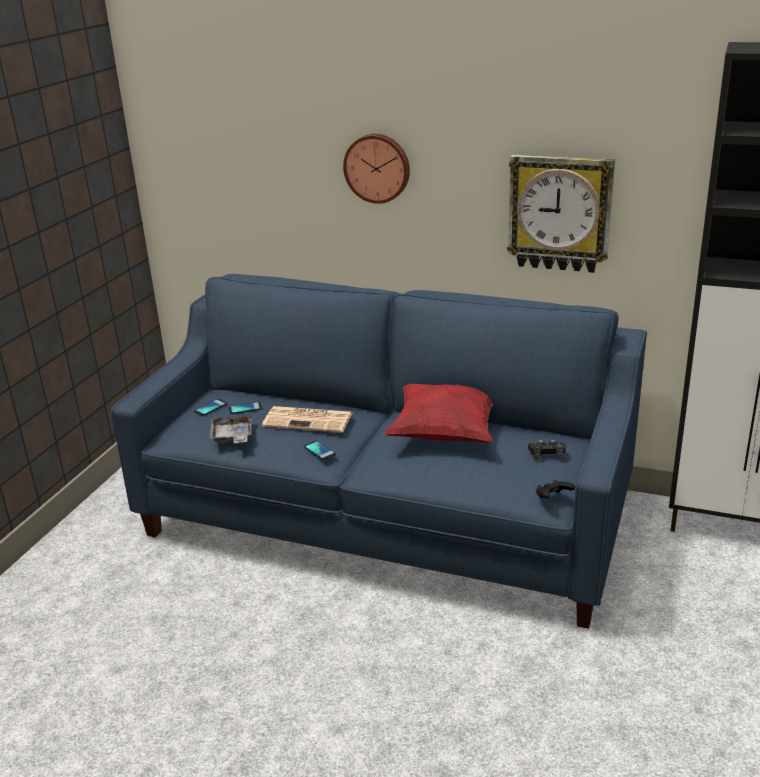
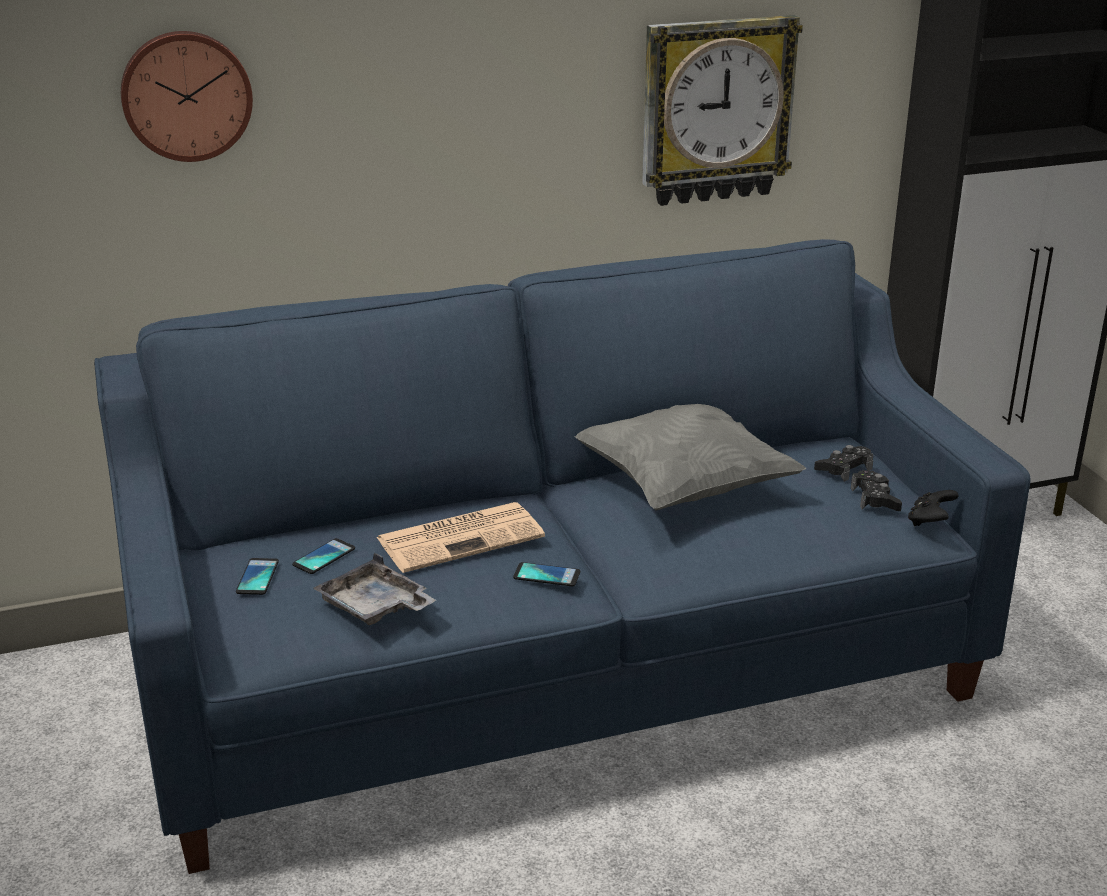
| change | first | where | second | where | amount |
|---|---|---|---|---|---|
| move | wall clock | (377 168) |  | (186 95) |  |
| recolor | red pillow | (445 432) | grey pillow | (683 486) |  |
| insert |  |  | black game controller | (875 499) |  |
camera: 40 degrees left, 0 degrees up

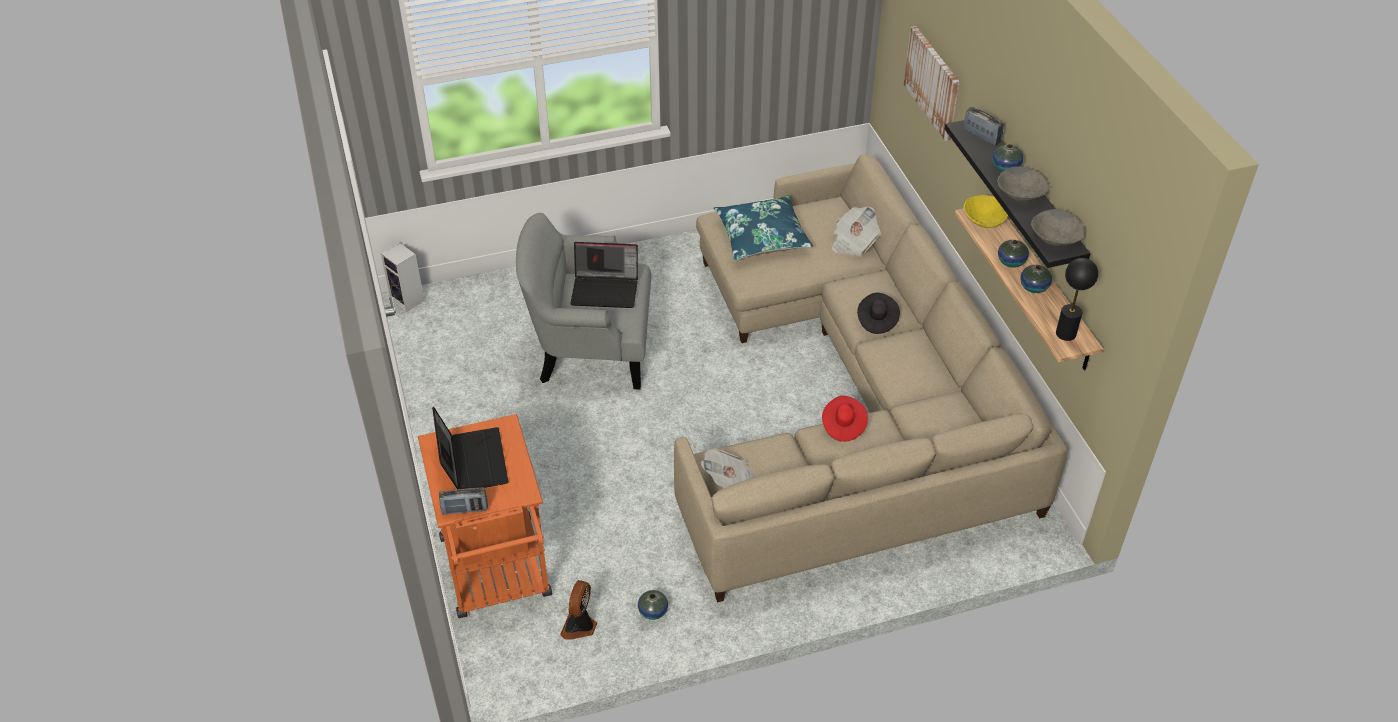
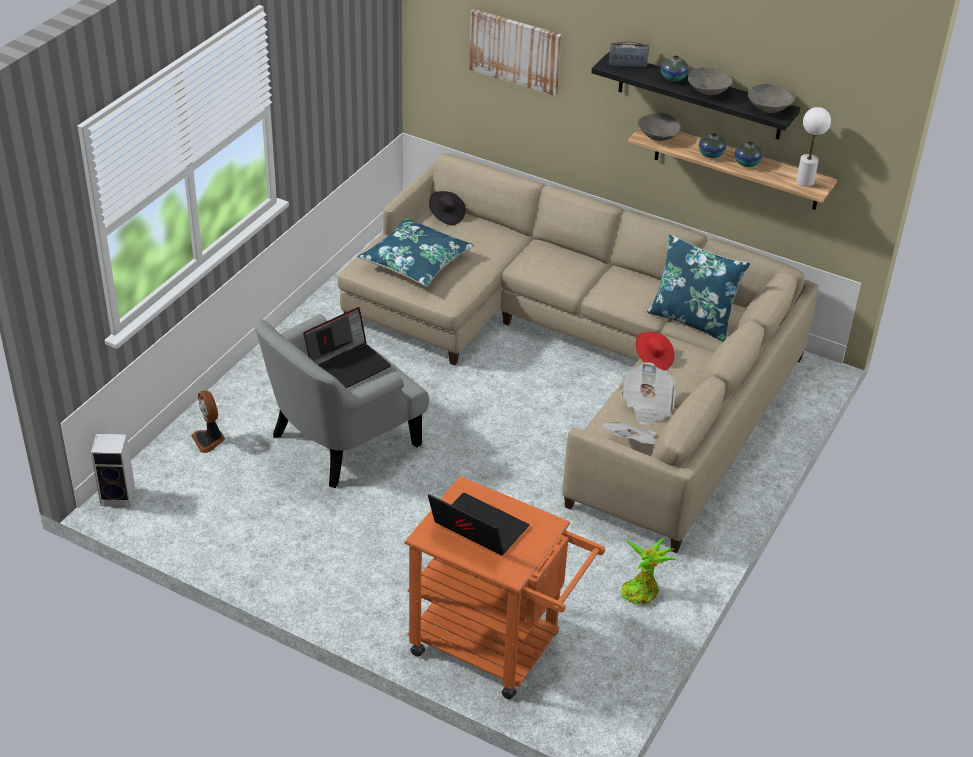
| change | first | where | second | where | amount |
|---|---|---|---|---|---|
| recolor | yellow bowl | (984 221) | grey bowl | (657 137) |  |
| move | newspaper | (854 242) |  | (647 406) |  |
| recolor | black table lamp | (1066 333) | white table lamp | (805 181) |  |
| move | black hat | (876 320) |  | (446 215) |  |
| delete | radio | (465 509) |  |  |  |
| move | fan | (580 626) |  | (209 440) |  |
| replace | vase | (653 611) | potted plant | (642 590) |  |
| insert |  |  | blue pillow | (692 320) |  |
camera: 45 degrees left, 5 degrees down

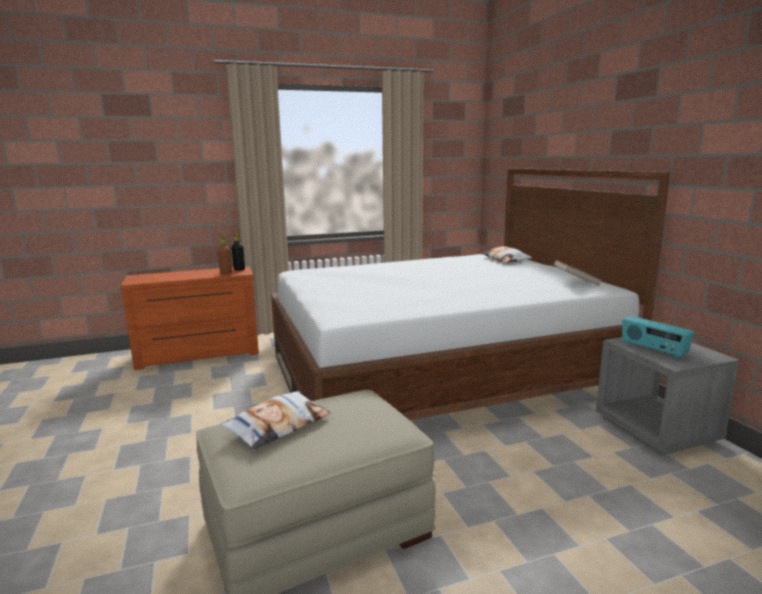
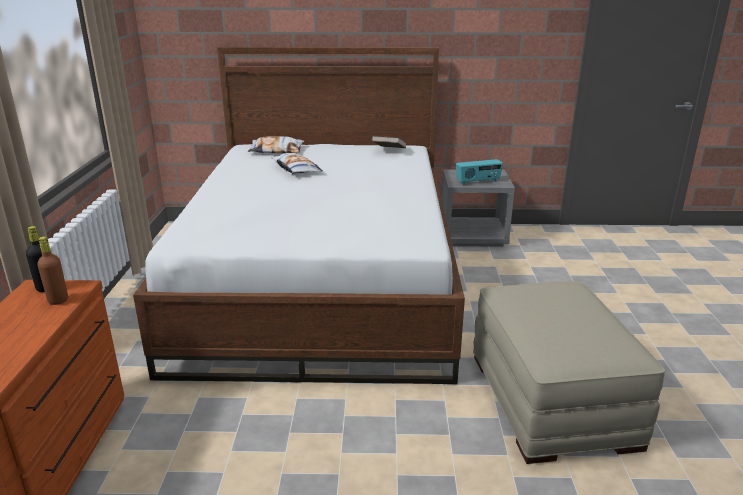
| change | first | where | second | where | amount |
|---|---|---|---|---|---|
| move | pillow | (278 426) |  | (296 169) |  |
camera: 70 degrees left, 10 degrees up

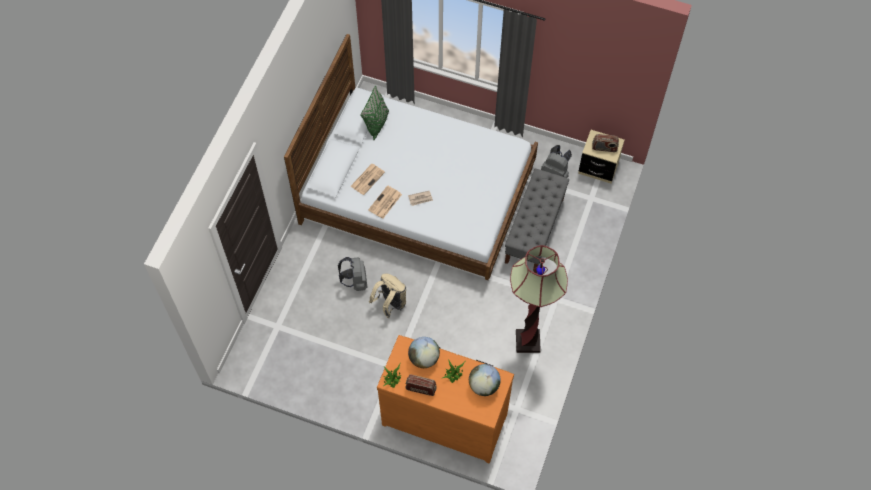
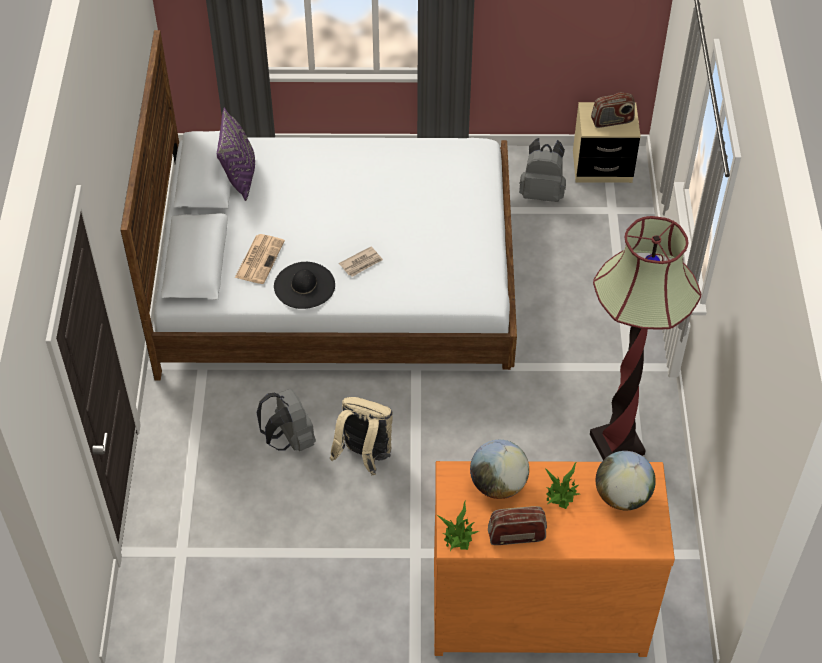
| change | first | where | second | where | amount |
|---|---|---|---|---|---|
| recolor | green pillow | (376 124) | purple pillow | (240 176) |  |
| delete | grey bench | (534 230) |  |  |  |
| replace | newspaper | (385 203) | black hat | (304 285) |  |
camera: 20 degrees left, 10 degrees down

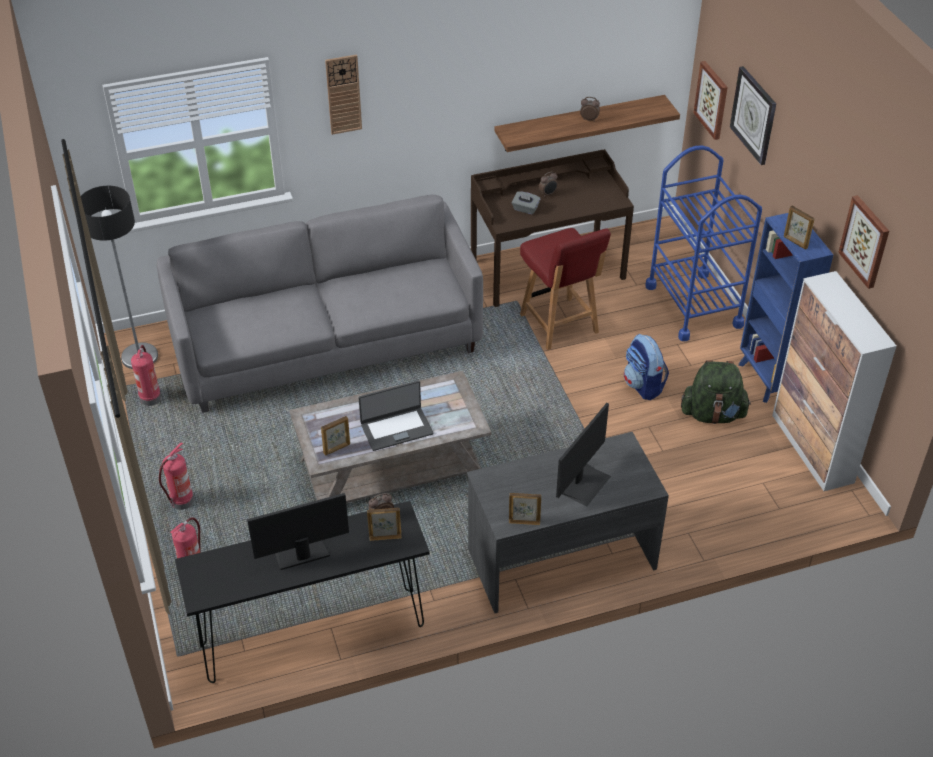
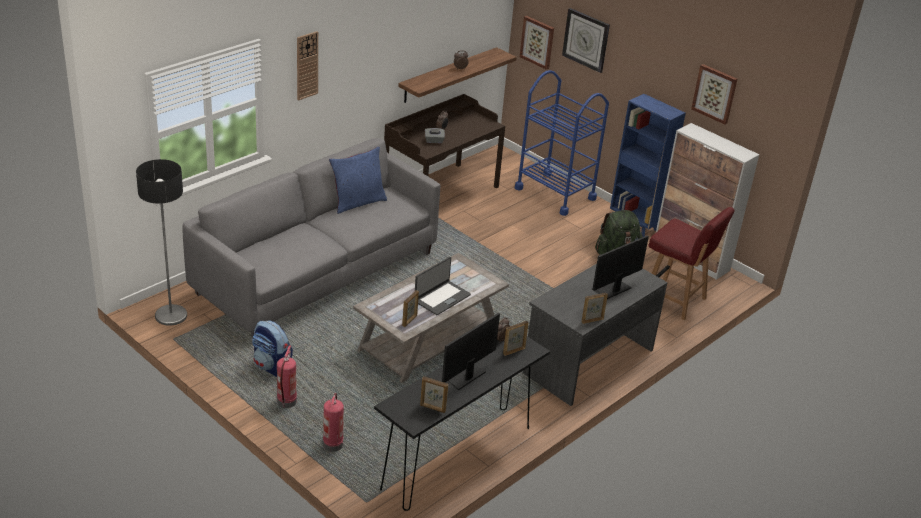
| change | first | where | second | where | amount |
|---|---|---|---|---|---|
| move | picture frame | (795 242) |  | (432 408) |  |
| move | red chair | (560 325) |  | (675 300) |  |
| move | backpack | (643 385) |  | (272 366) |  |
| delete | fire extinguisher | (150 398) |  |  |  |
| rotate | monitor | (585 484) |  | (611 289) | 135 degrees counterclockwise |
| insert |  |  | blue pillow | (357 202) |  |
camera: 30 degrees left, 10 degrees down

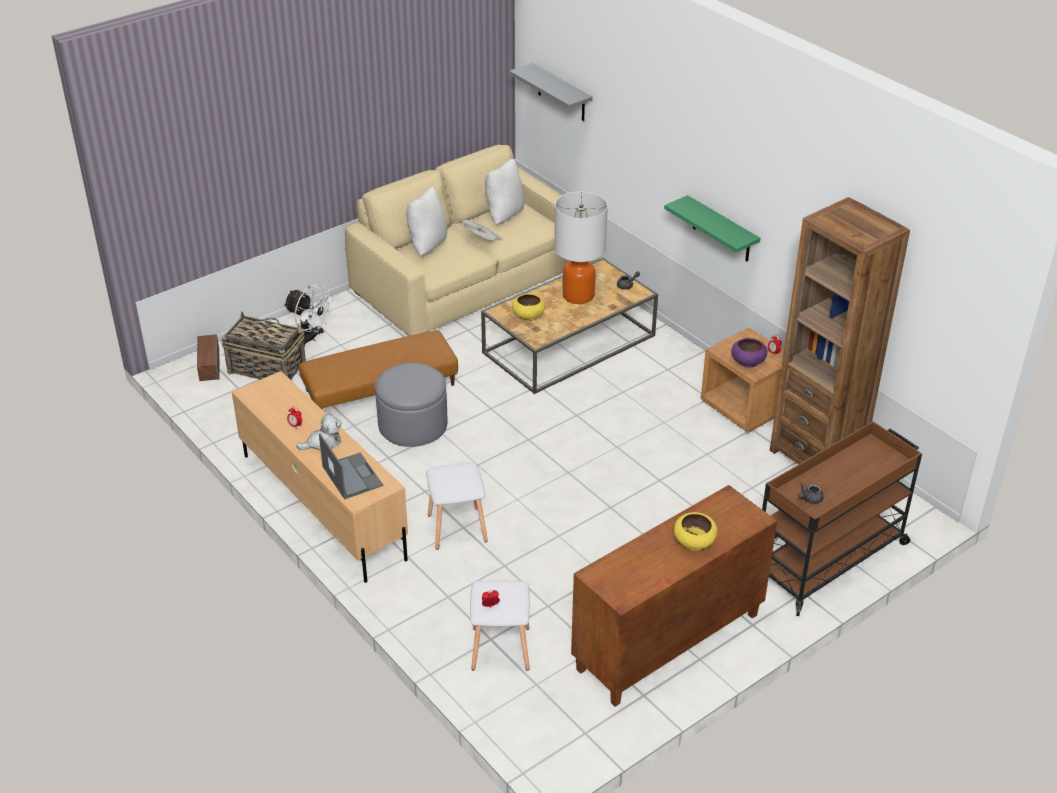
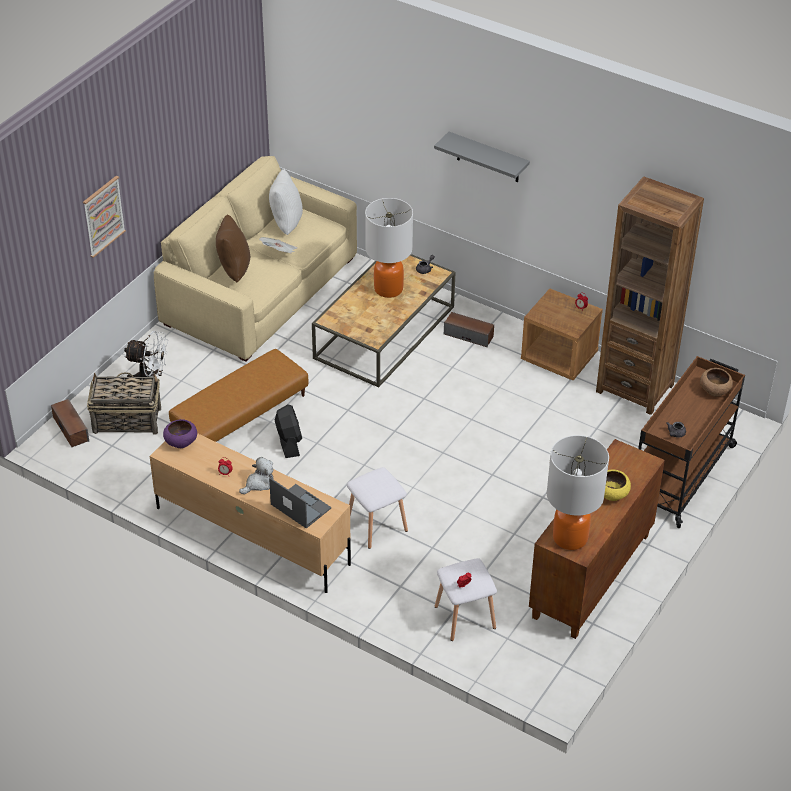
| change | first | where | second | where | amount |
|---|---|---|---|---|---|
| move | grey shelf | (561 93) |  | (488 158) |  |
| recolor | white pillow | (427 246) | brown pillow | (233 270) |  |
| delete | green shelf | (721 230) |  |  |  |
| delete | yellow bowl | (528 316) |  |  |  |
| move | purple bowl | (747 361) |  | (180 441) |  |
| replace | grey ottoman | (413 425) | black fan | (289 442) |  |
| insert |  |  | picture | (103 216) |  |
| insert |  |  | speaker | (468 335) |  |
| insert |  |  | brown bowl | (715 390) |  |
| insert |  |  | table lamp | (570 538) |  |
camera: 20 degrees left, 5 degrees up

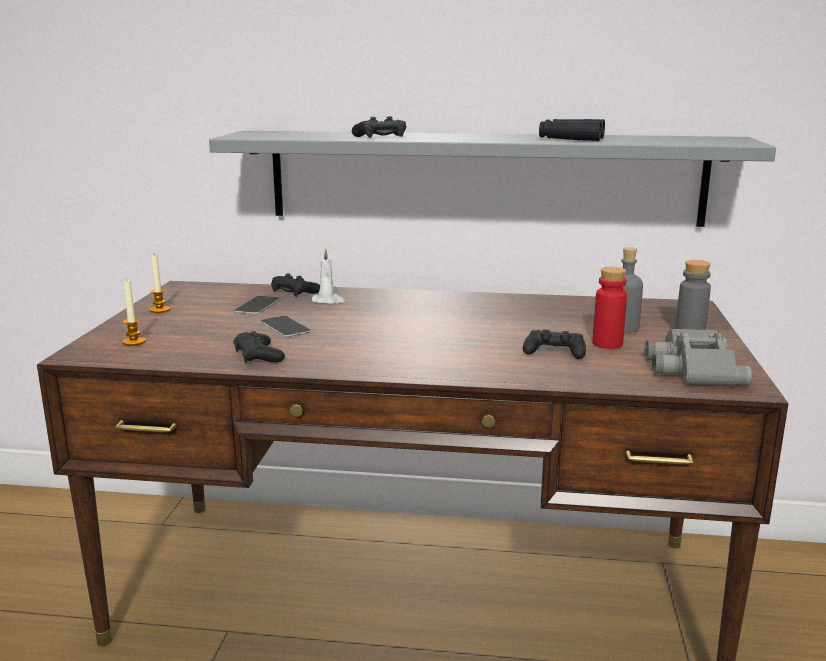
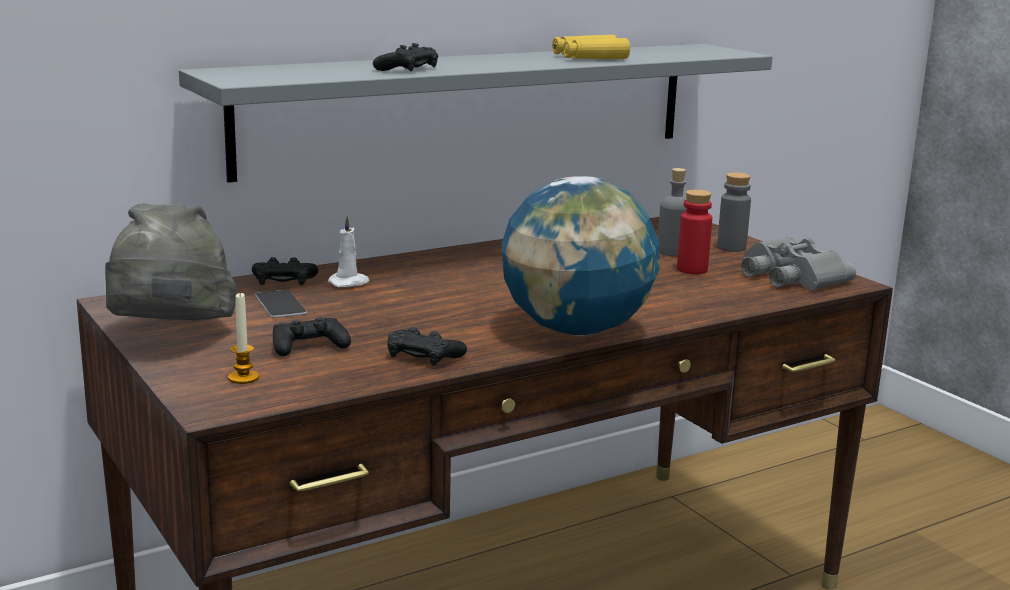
| change | first | where | second | where | amount |
|---|---|---|---|---|---|
| recolor | black binoculars | (571 138) | yellow binoculars | (589 57) |  |
| replace | candle | (159 310) | grey hat | (171 336) |  |
| delete | phone | (285 327) |  |  |  |
| move | black game controller | (554 352) |  | (309 346) |  |
| insert |  |  | globe | (576 330) |  |
camera: 40 degrees left, 0 degrees up

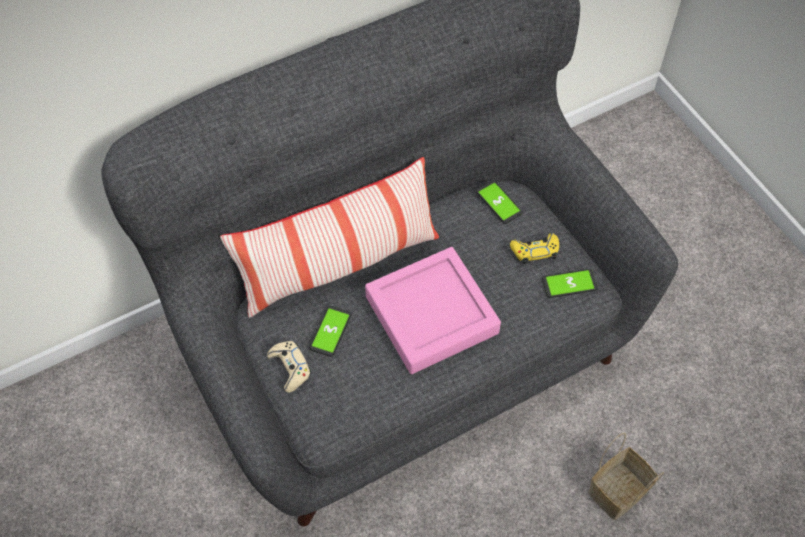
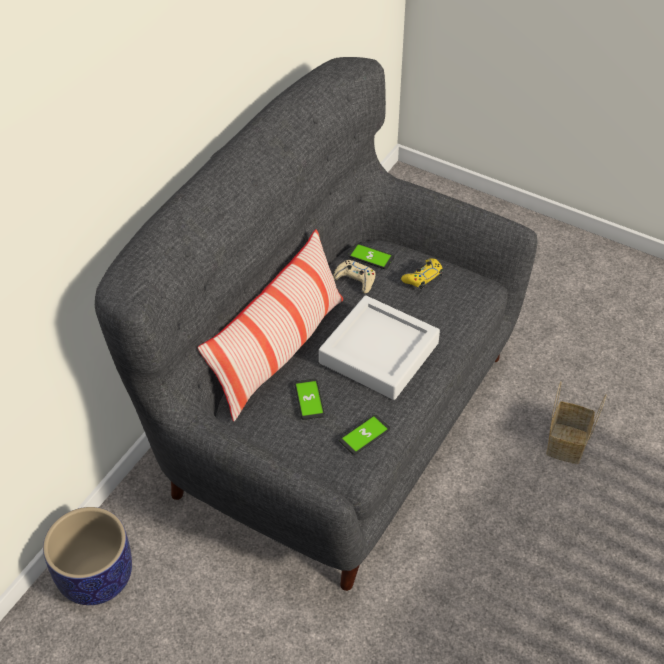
| change | first | where | second | where | amount |
|---|---|---|---|---|---|
| recolor | pink tray | (431 315) | white tray | (379 353) |  |
| move | phone | (569 284) |  | (364 435) |  |
| move | beige game controller | (290 368) |  | (355 280) |  |
| insert |  |  | planter | (96 577) |  |
camera: 30 degrees left, 10 degrees down

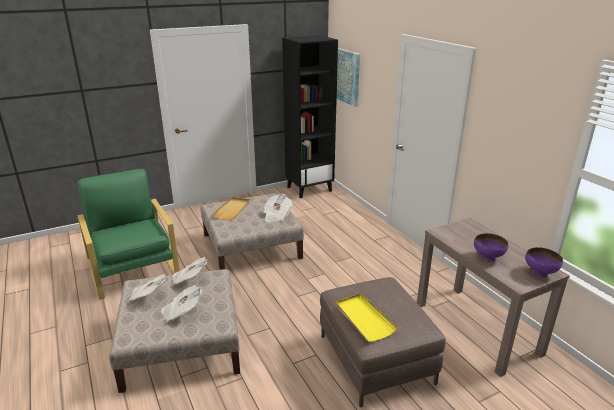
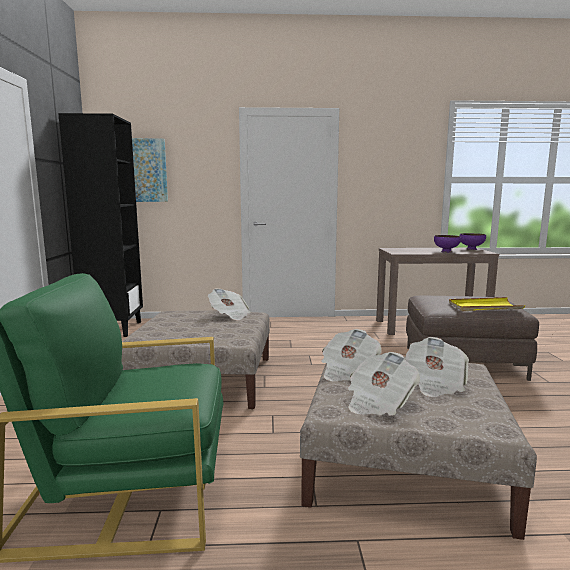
| change | first | where | second | where | amount |
|---|---|---|---|---|---|
| delete | beige tray | (232 210) |  |  |  |
camera: 65 degrees left, 15 degrees down

